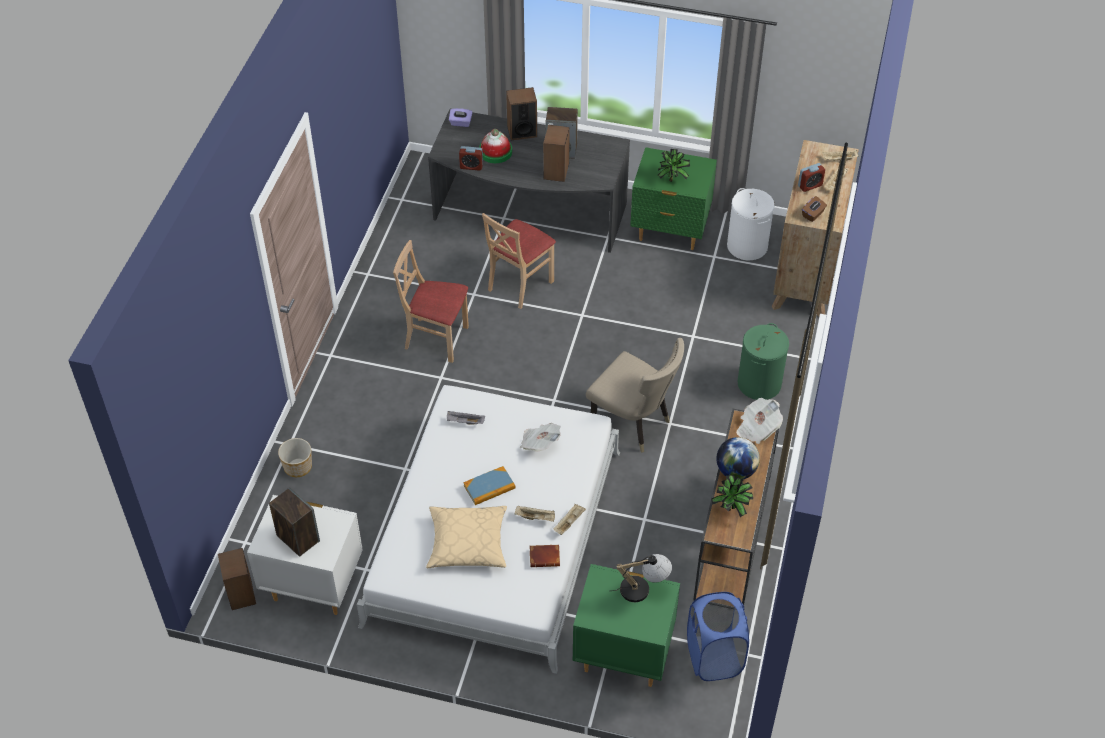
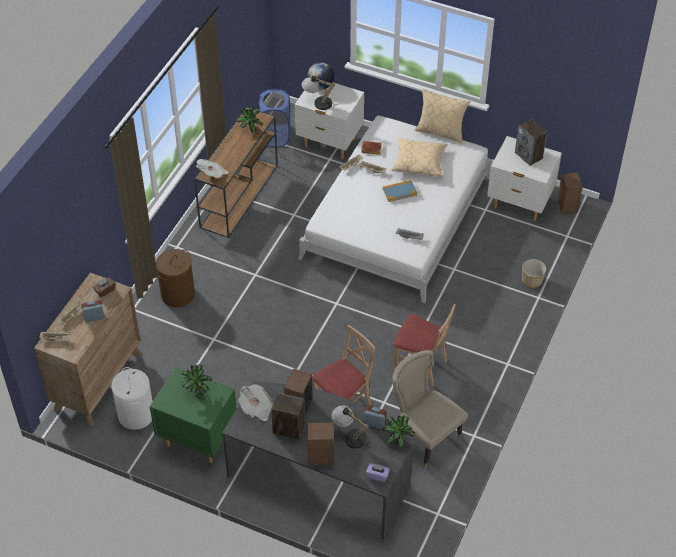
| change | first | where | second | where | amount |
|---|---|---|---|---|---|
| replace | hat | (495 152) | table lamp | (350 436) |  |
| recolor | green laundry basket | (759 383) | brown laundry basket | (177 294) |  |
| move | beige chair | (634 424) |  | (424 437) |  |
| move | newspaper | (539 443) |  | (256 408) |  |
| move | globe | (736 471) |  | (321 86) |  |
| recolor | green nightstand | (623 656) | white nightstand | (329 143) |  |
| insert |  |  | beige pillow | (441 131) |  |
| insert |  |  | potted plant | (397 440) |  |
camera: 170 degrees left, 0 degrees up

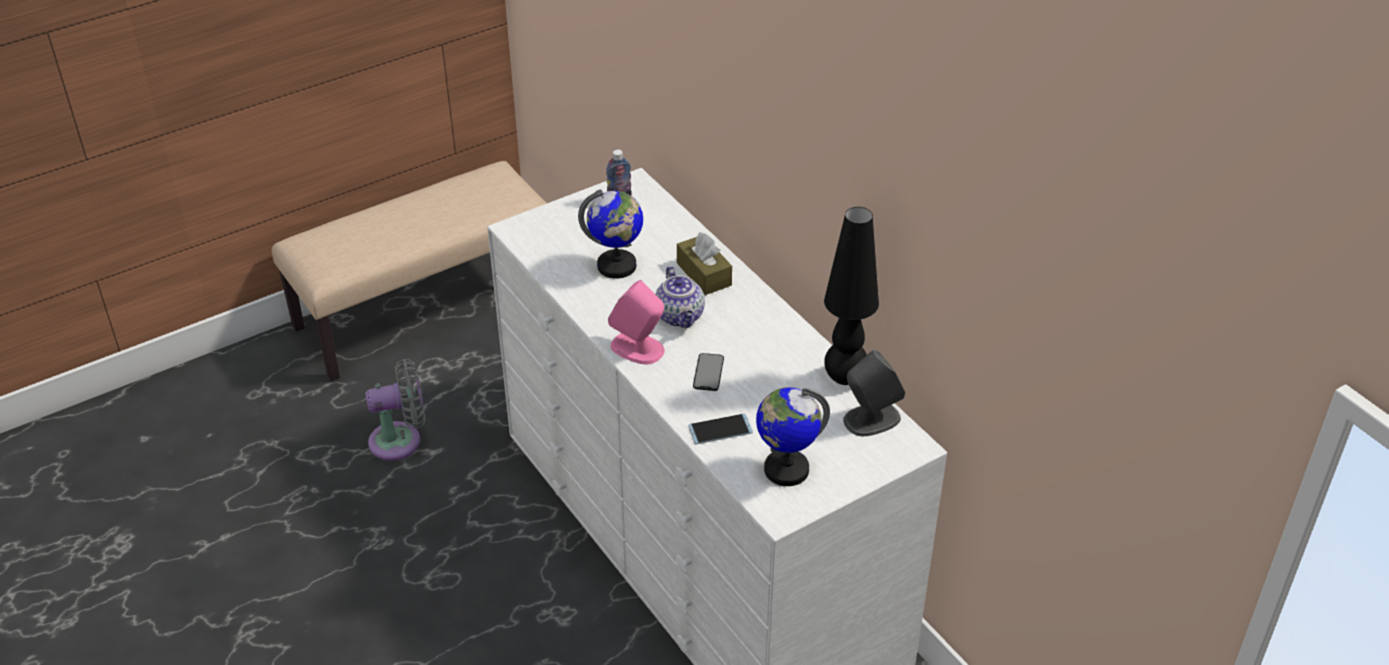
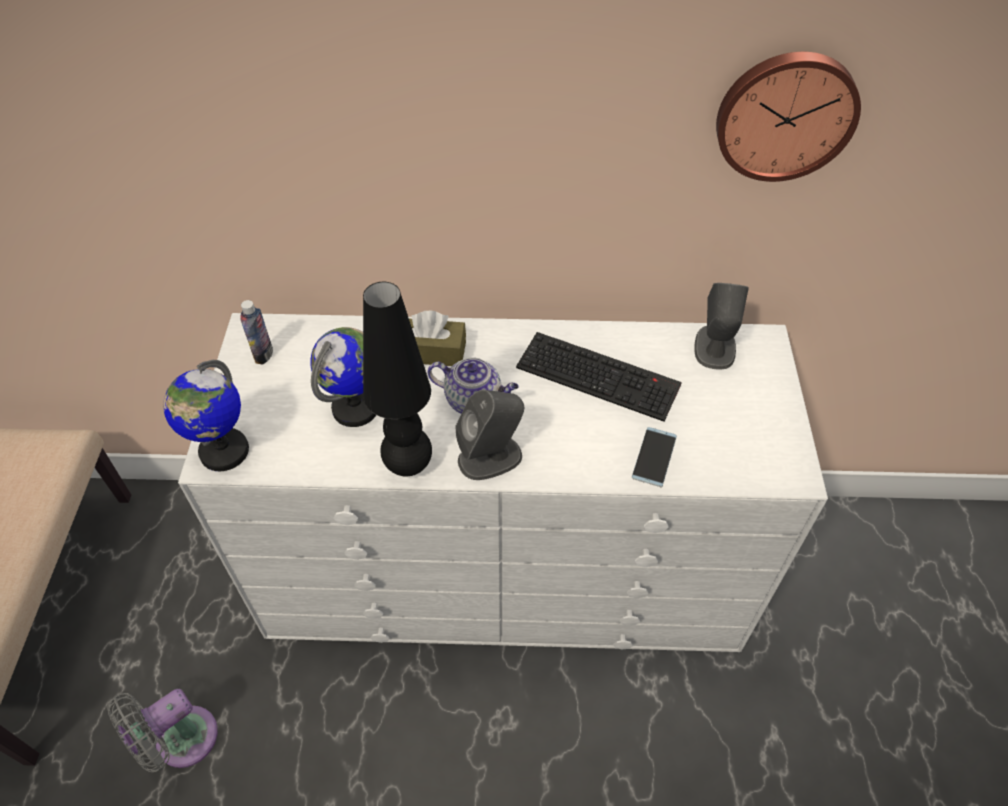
| change | first | where | second | where | amount |
|---|---|---|---|---|---|
| move | black table lamp | (845 378) |  | (408 464) |  |
| recolor | pink speaker | (638 348) | grey speaker | (491 457) |  |
| delete | phone | (708 372) |  |  |  |
| rotate | grey fan | (401 440) |  | (180 741) | 150 degrees counterclockwise |
| move | globe | (786 469) |  | (223 451) |  |
| insert |  |  | wall clock | (785 115) |  |
| insert |  |  | keyboard | (600 375) |  |
camera: 55 degrees left, 10 degrees up

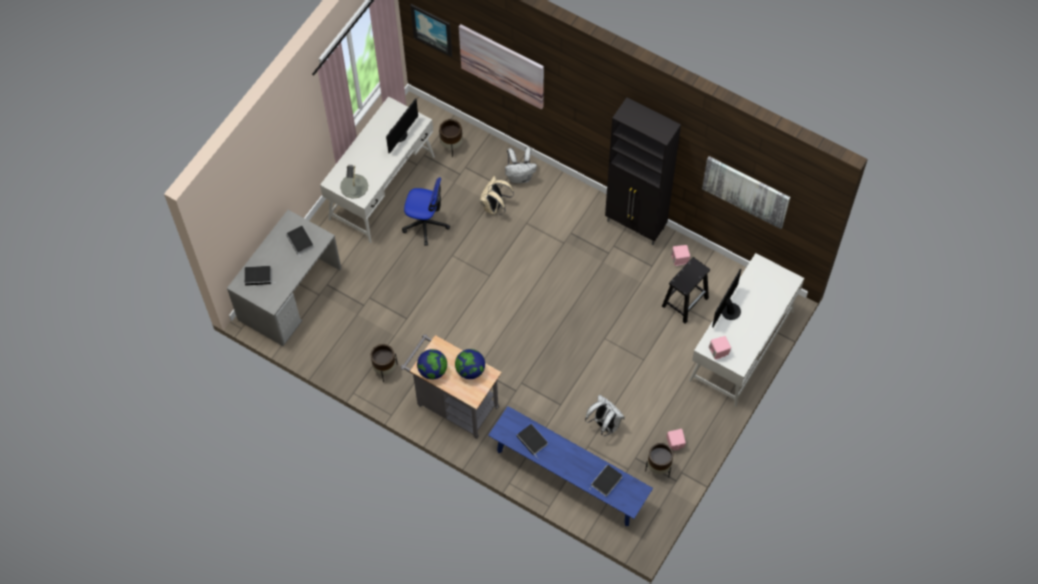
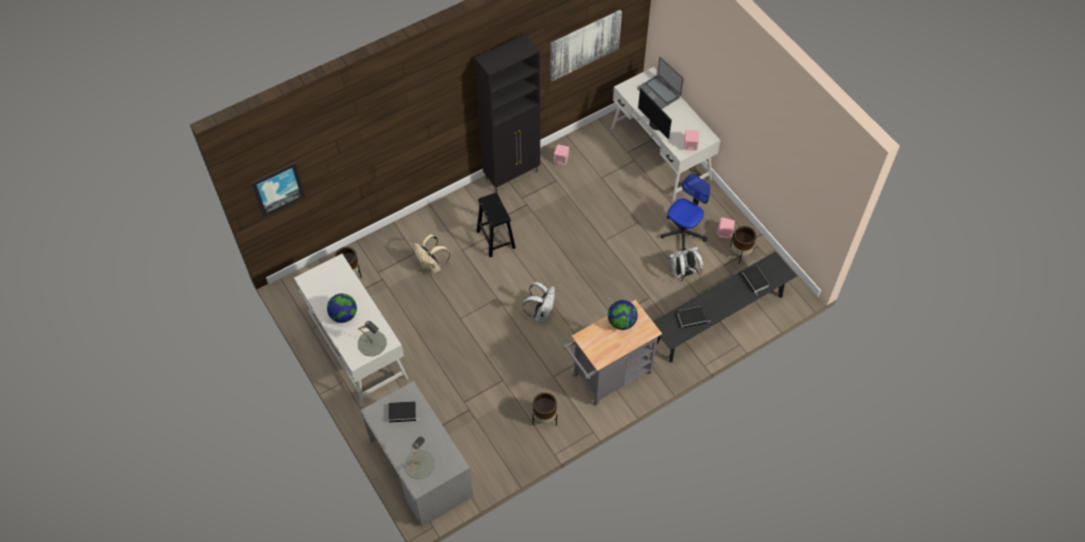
| change | first | where | second | where | amount |
|---|---|---|---|---|---|
| delete | picture | (502 66) |  |  |  |
| delete | monitor | (400 135) |  |  |  |
| move | white backpack | (520 176) |  | (541 313) |  |
| move | office chair | (425 223) |  | (683 232) |  |
| move | black stool | (685 301) |  | (495 239) |  |
| replace | book | (259 276) | grey table lamp | (419 464) |  |
| move | globe | (432 370) |  | (344 315) |  |
| recolor | blue bench | (569 477) | black bench | (719 319) |  |
| insert |  |  | laptop | (659 92) |  |
camera: 65 degrees left, 5 degrees down

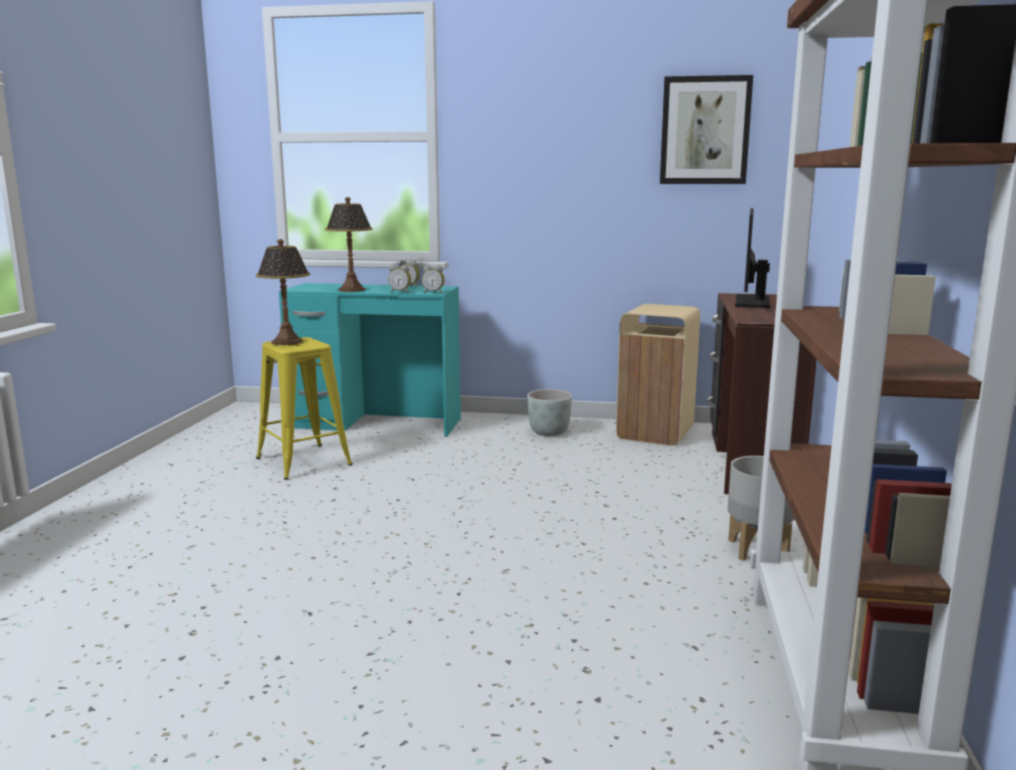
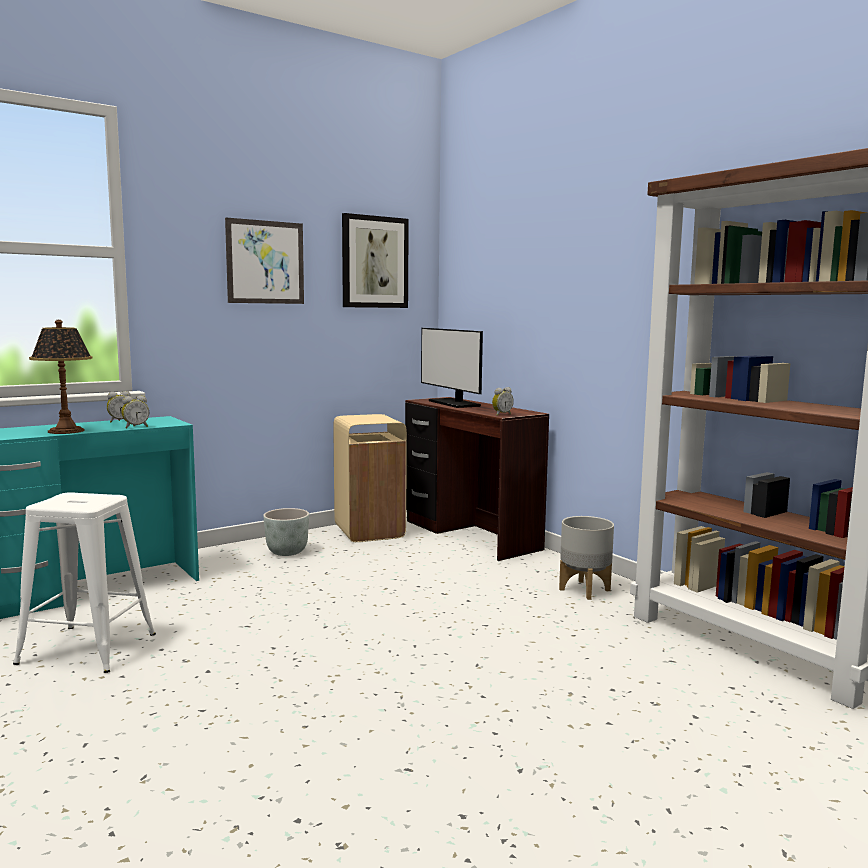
| change | first | where | second | where | amount |
|---|---|---|---|---|---|
| delete | table lamp | (287 342) |  |  |  |
| move | alarm clock | (433 293) |  | (501 414) |  |
| recolor | yellow stool | (303 461) | white stool | (87 649) |  |
| insert |  |  | picture | (265 262) |  |
camera: 45 degrees left, 5 degrees down

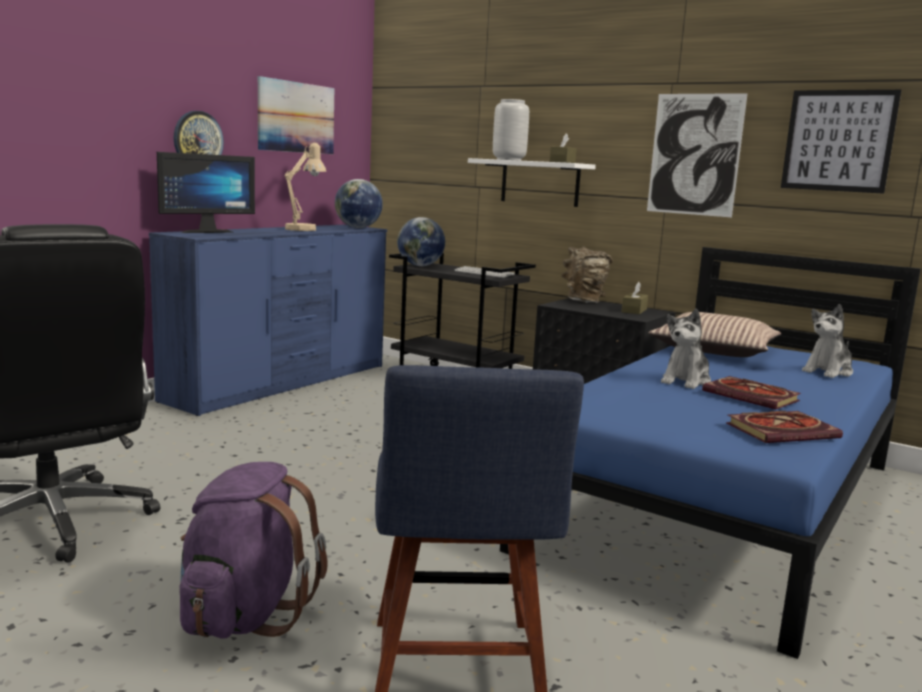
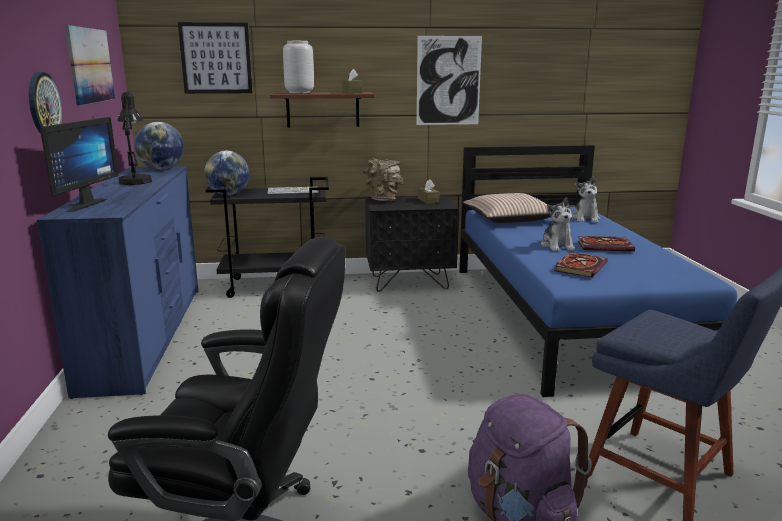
| change | first | where | second | where | amount |
|---|---|---|---|---|---|
| move | picture | (838 141) |  | (216 58) |  |
| recolor | beige table lamp | (304 229) | black table lamp | (136 180) |  |
| recolor | white shelf | (540 183) | brown shelf | (322 109) |  |
| move | book | (783 431) |  | (580 267) |  |
camera: 40 degrees left, 5 degrees up

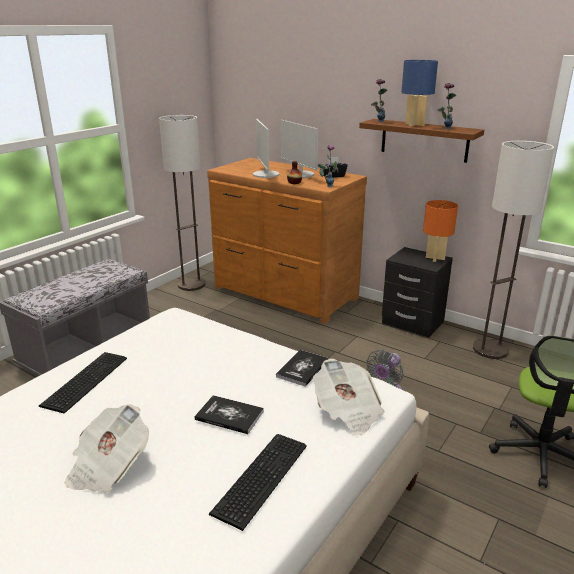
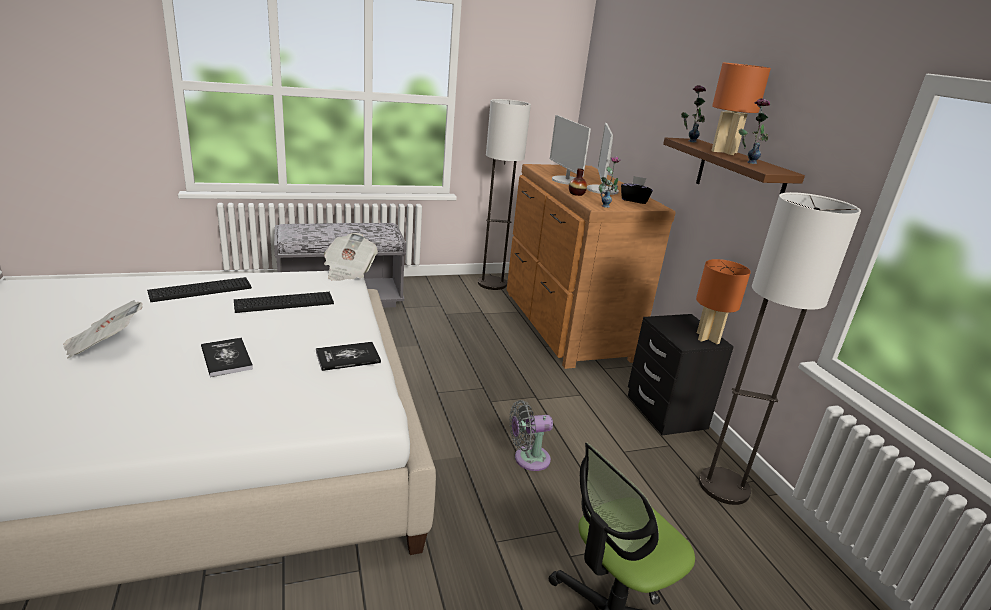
| change | first | where | second | where | amount |
|---|---|---|---|---|---|
| recolor | blue table lamp | (415 124) | orange table lamp | (724 152) |  |
| rotate | monitor | (265 174) |  | (566 180) | 45 degrees counterclockwise |
| move | newspaper | (347 411) |  | (348 271) |  |
| move | keyboard | (258 478) |  | (283 301) |  |
camera: 35 degrees right, 0 degrees up

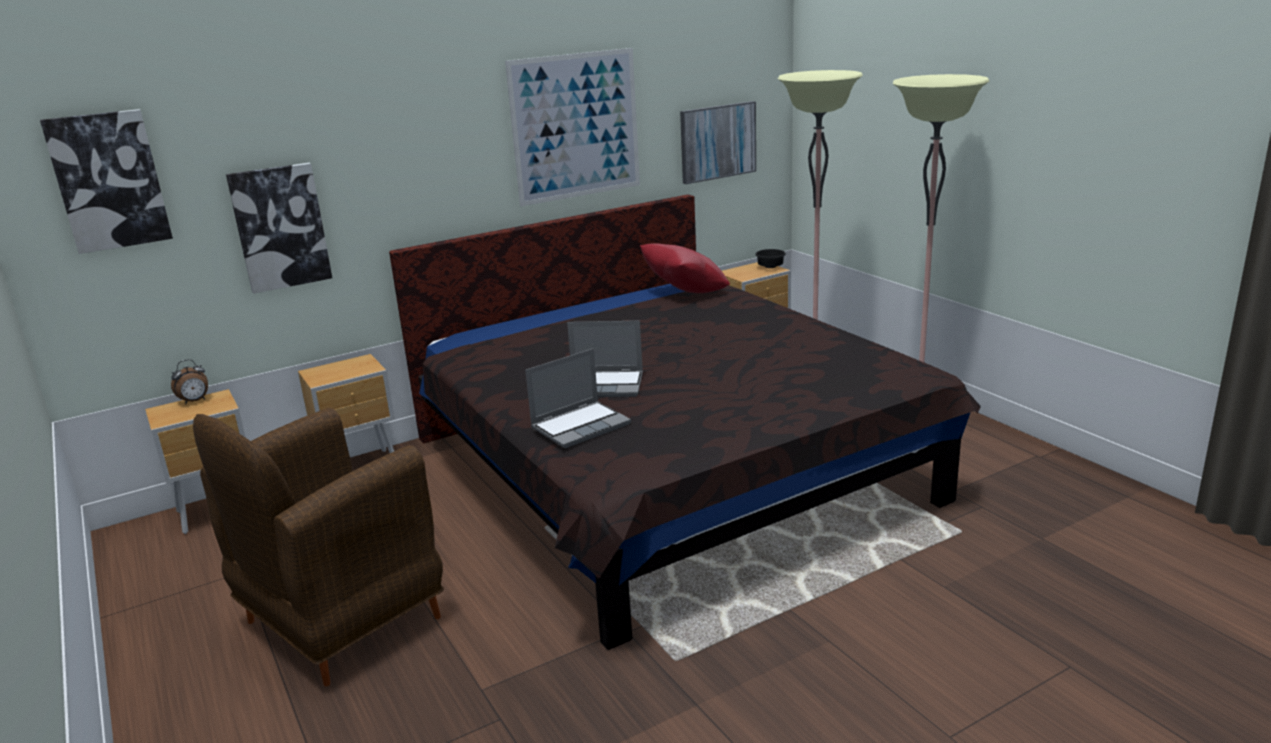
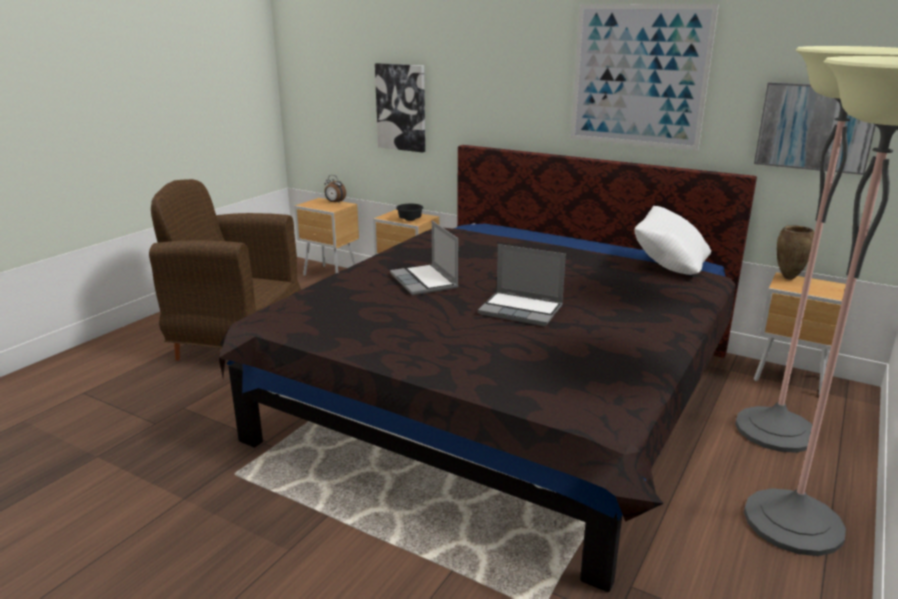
| change | first | where | second | where | amount |
|---|---|---|---|---|---|
| delete | picture | (109 181) |  |  |  |
| recolor | red pillow | (685 293) | white pillow | (669 267) |  |
| move | black bowl | (770 267) |  | (409 219) |  |
| move | laptop | (581 425) |  | (522 310) |  |
| insert |  |  | brown vase | (787 278) |  |
camera: 60 degrees right, 0 degrees up

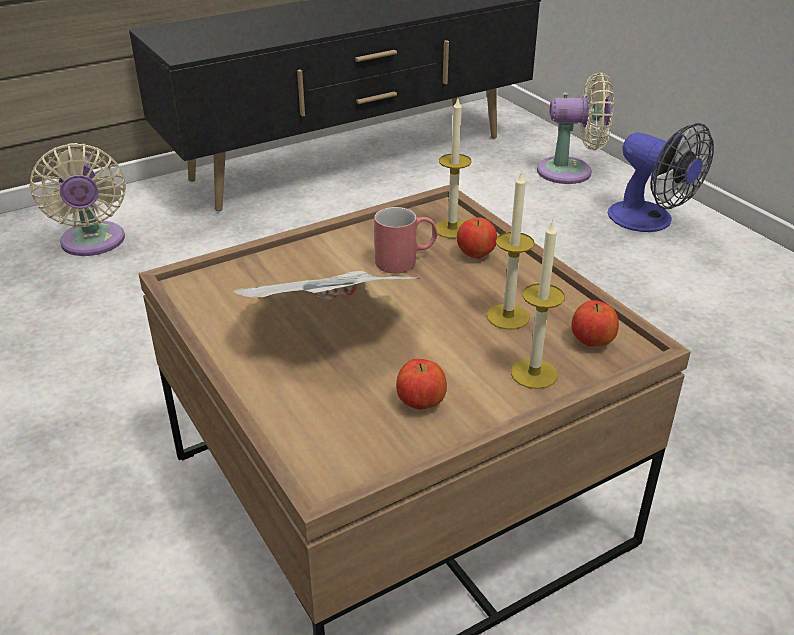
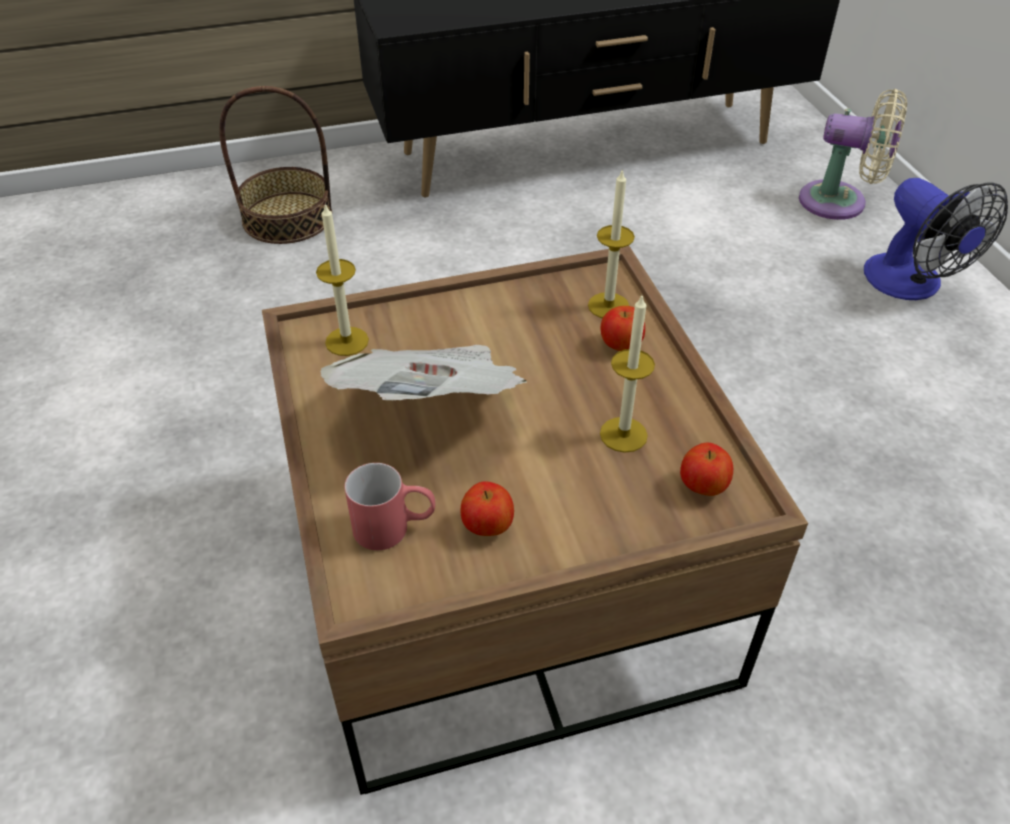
| change | first | where | second | where | amount |
|---|---|---|---|---|---|
| replace | beige fan | (93 243) | basket | (287 217) |  |
| move | red mug | (406 261) |  | (395 528) |  |
| move | candle | (534 373) |  | (347 341) |  |
camera: 15 degrees right, 10 degrees up

